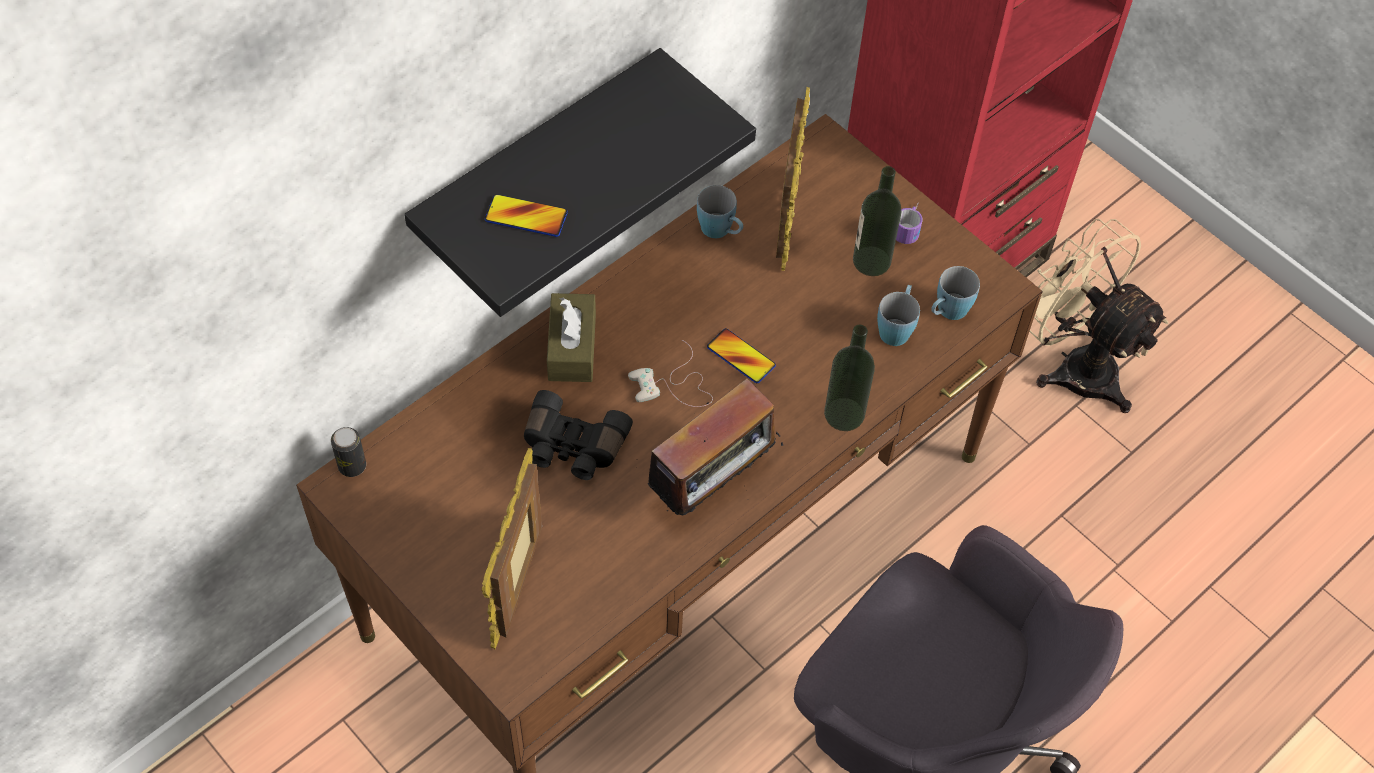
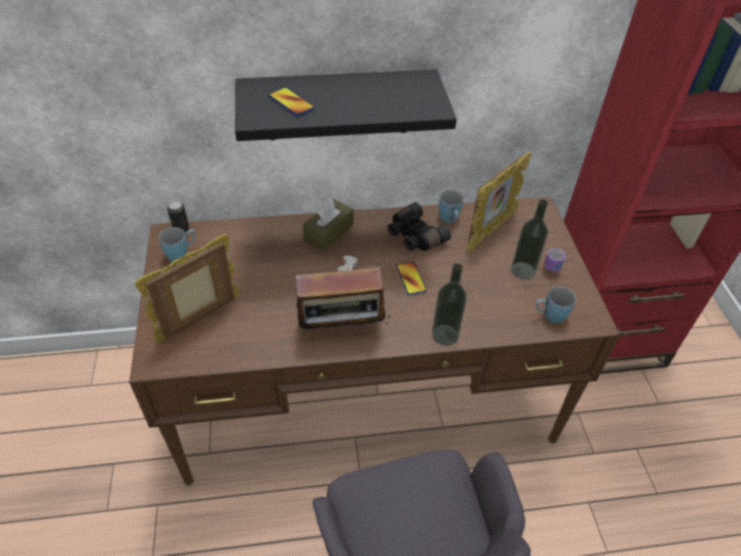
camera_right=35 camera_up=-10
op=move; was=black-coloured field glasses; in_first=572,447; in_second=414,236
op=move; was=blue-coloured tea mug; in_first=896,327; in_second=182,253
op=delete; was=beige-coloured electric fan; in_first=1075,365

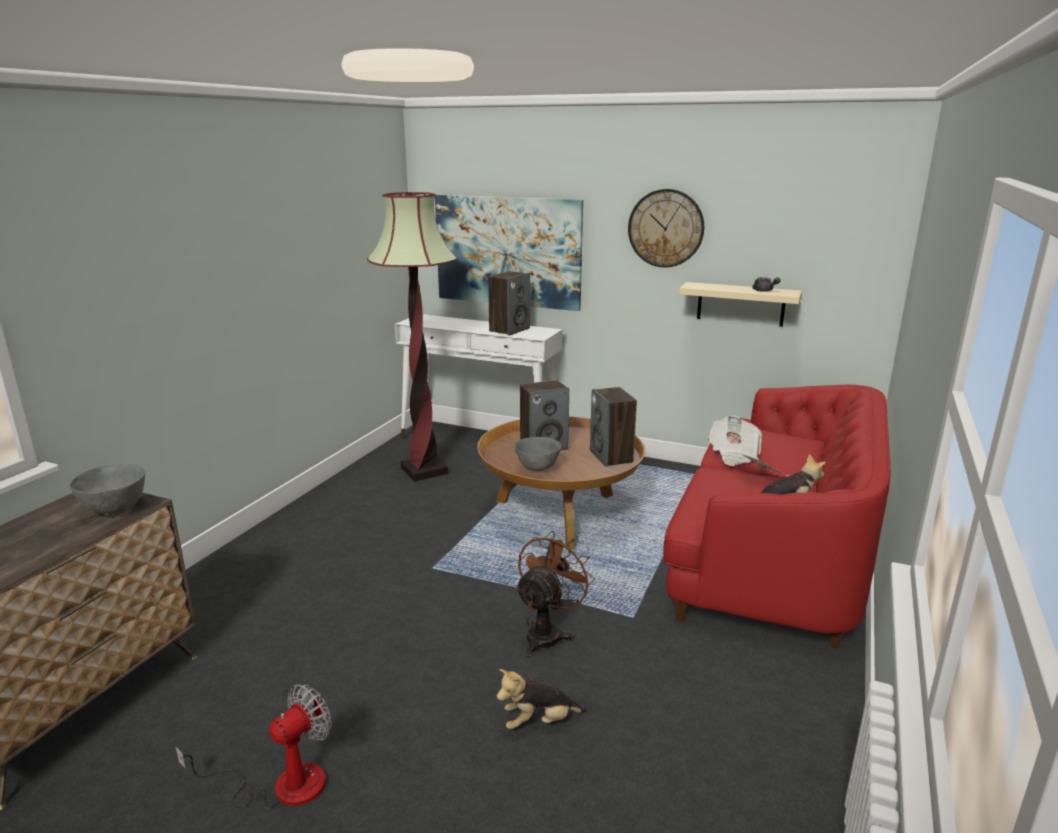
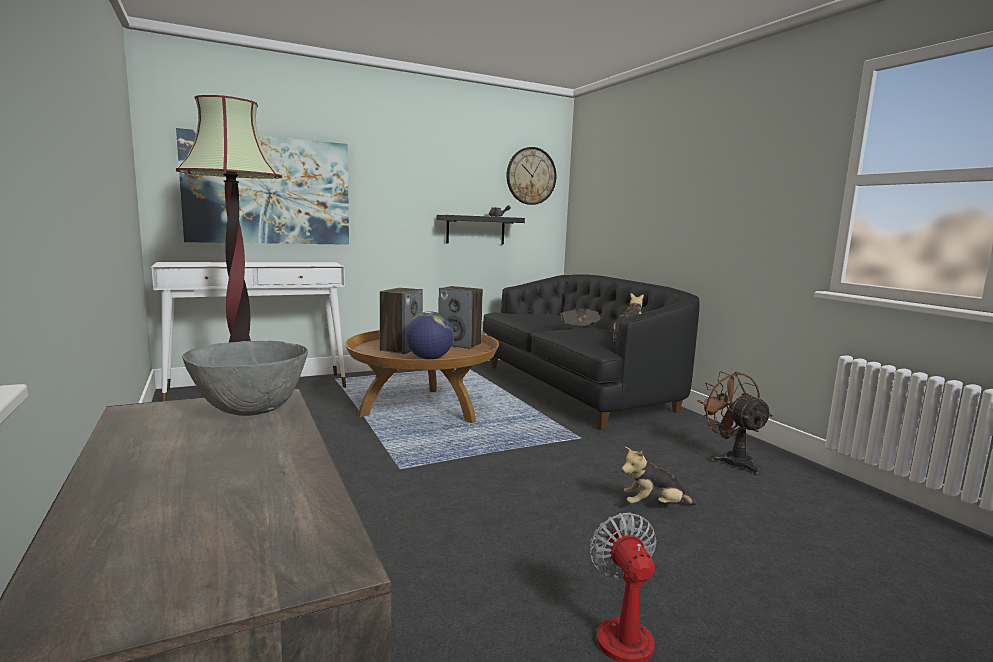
camera_right=-50 camera_up=-10
op=delete; was=speaker; in_first=509,330
op=rotate; was=soft toy; in_first=539,722; in_second=654,506; clockwise=60
op=replace; was=greyish serving bowl; now=globe; in_first=537,468; in_second=429,358
op=move; was=brown electric fan; in_first=547,633; in_second=731,460
op=move; was=wall clock; in_first=666,228; in_second=531,176
op=recolor; was=reddish sofa; now=black-coloured sofa; in_first=772,555; in_second=577,389
op=recolor; was=beige-coloured bracket shelf; now=black-coloured bracket shelf; in_first=740,304; in_second=475,230
op=delete; was=daily paper; in_first=733,454

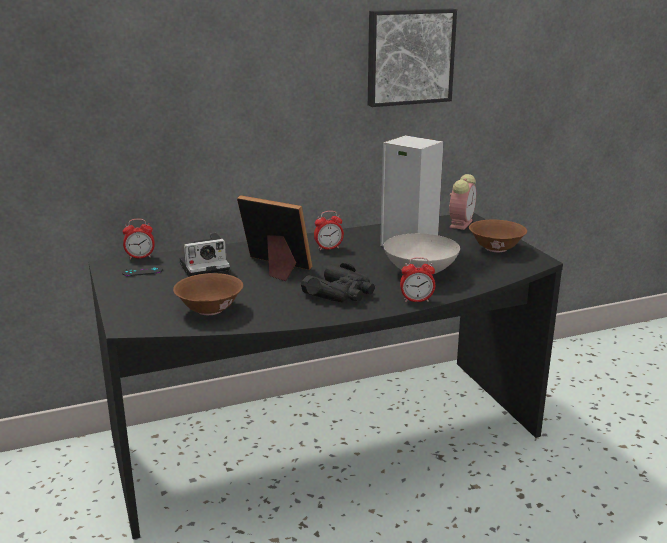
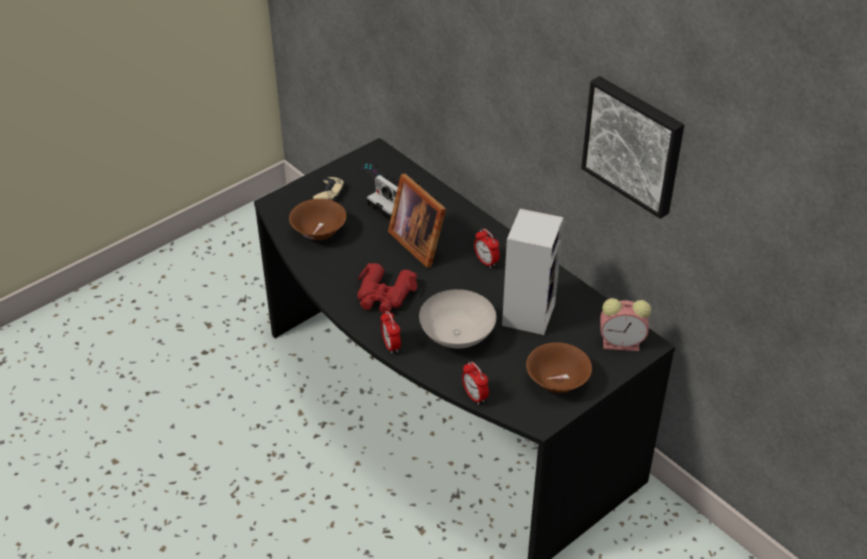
camera_right=70 camera_up=20
op=move; was=alarm clock; in_first=140,257; in_second=474,396
op=rotate; was=standing frame; in_first=275,268; in_second=419,242; clockwise=135
op=recolor; was=black-coloured field glasses; now=reddish field glasses; in_first=341,293; in_second=384,295
op=insert; now=beige-coloured game controller; in_second=329,193

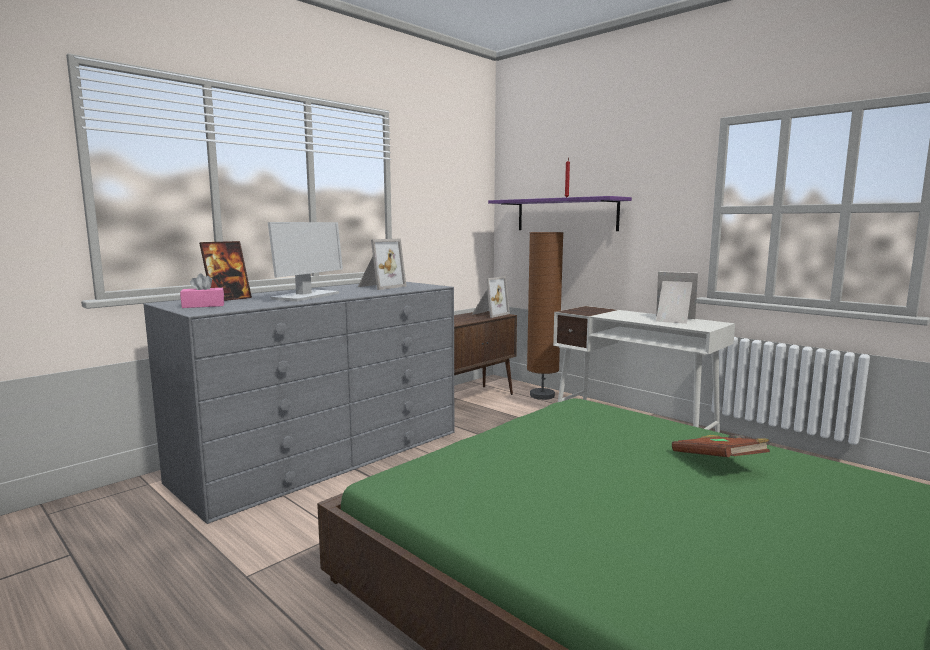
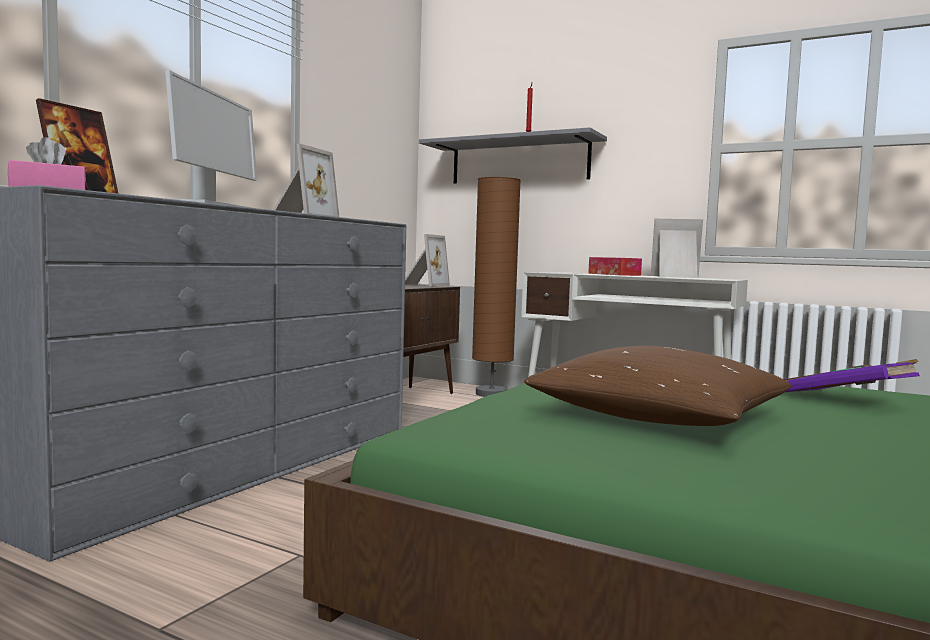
camera_right=-15 camera_up=-5
op=recolor; was=purple-coloured bracket shelf; now=greyish bracket shelf; in_first=566,215; in_second=519,161
op=recolor; was=brown book; now=purple-coloured book; in_first=718,462; in_second=846,400
op=insert; now=brown pillow; in_second=659,418
op=insert; now=box of tissues; in_second=614,274

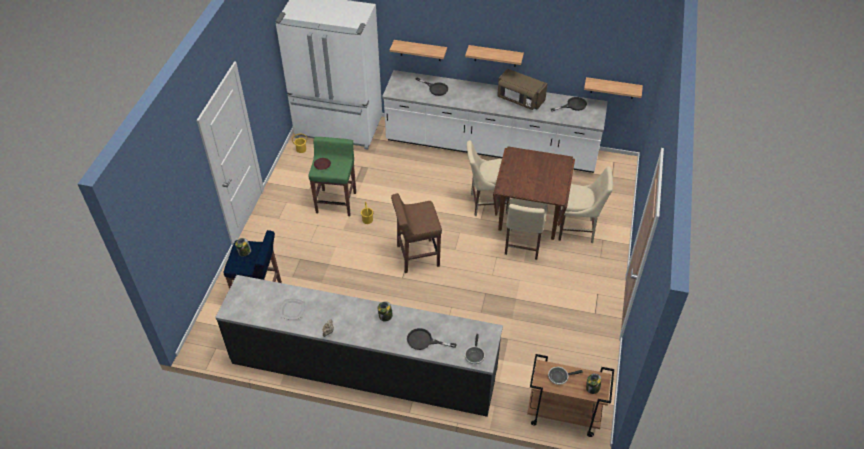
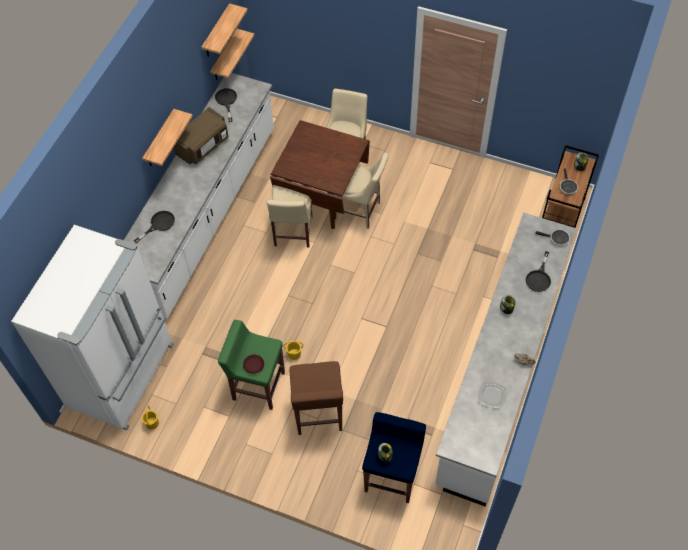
camera_right=-80 camera_up=10
op=recolor; was=black-coloured kitchen base unit; now=white kitchen base unit; in_first=363,367; in_second=500,373
op=move; was=bracket shelf; in_first=420,50; in_second=216,32
op=move; was=brown stool seat; in_first=417,256; in_second=318,414

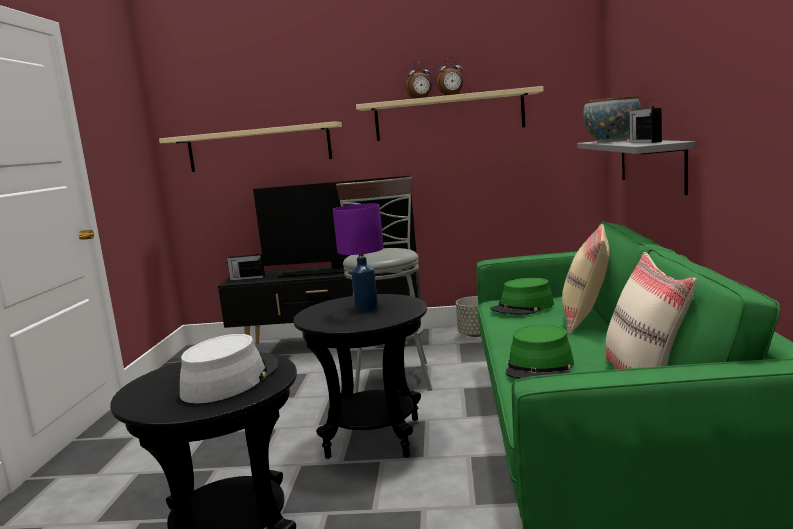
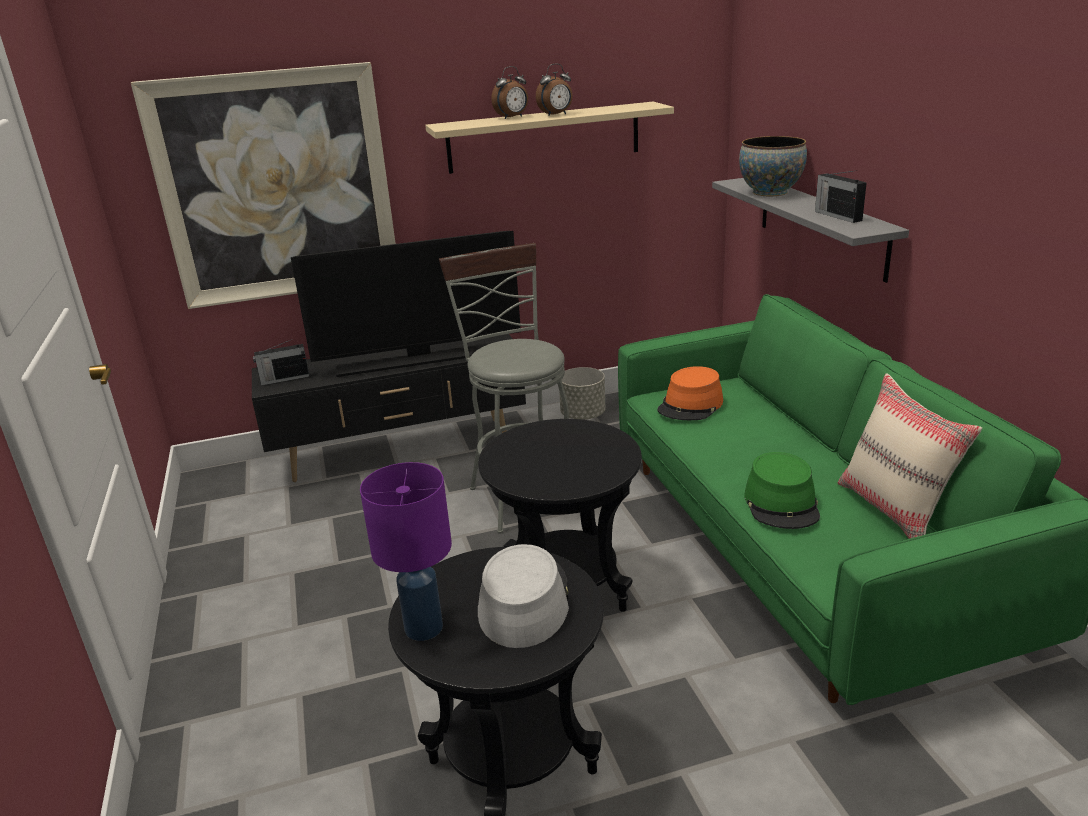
camera_right=-20 camera_up=15
op=replace; was=beige-coloured bracket shelf; now=wall art; in_first=259,147; in_second=276,187
op=move; was=purple-coloured tabletop lamp; in_first=366,307; in_second=423,627
op=recolor; was=green wearable hat; now=orange wearable hat; in_first=522,307; in_second=691,405
op=delete; was=beige-coloured pillow; in_first=587,319

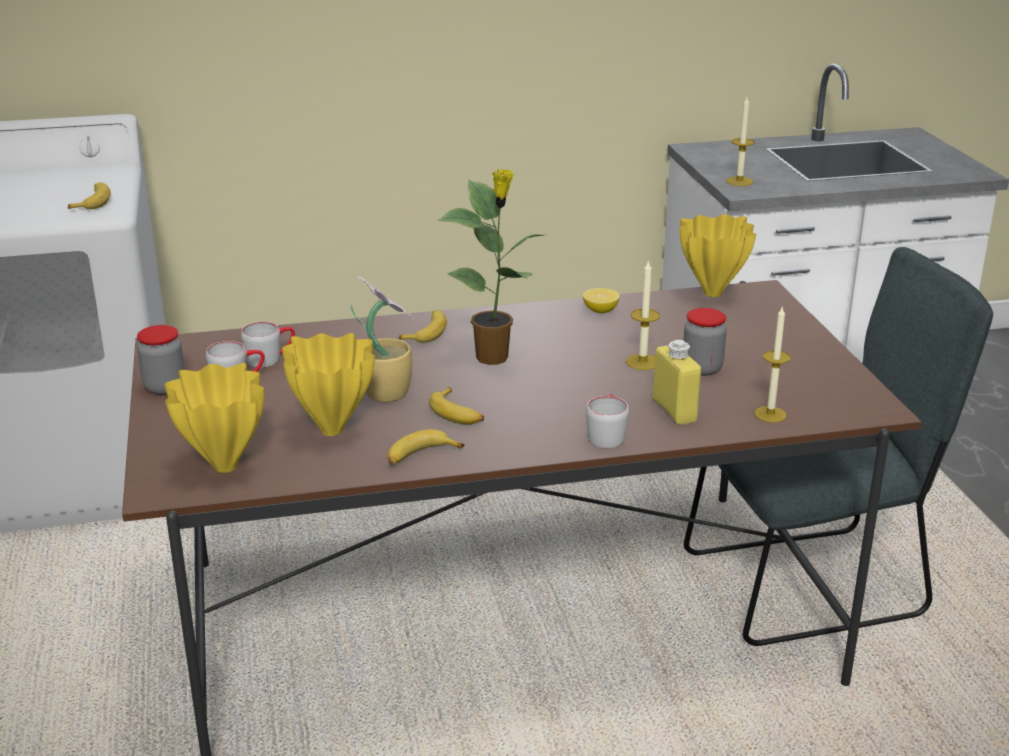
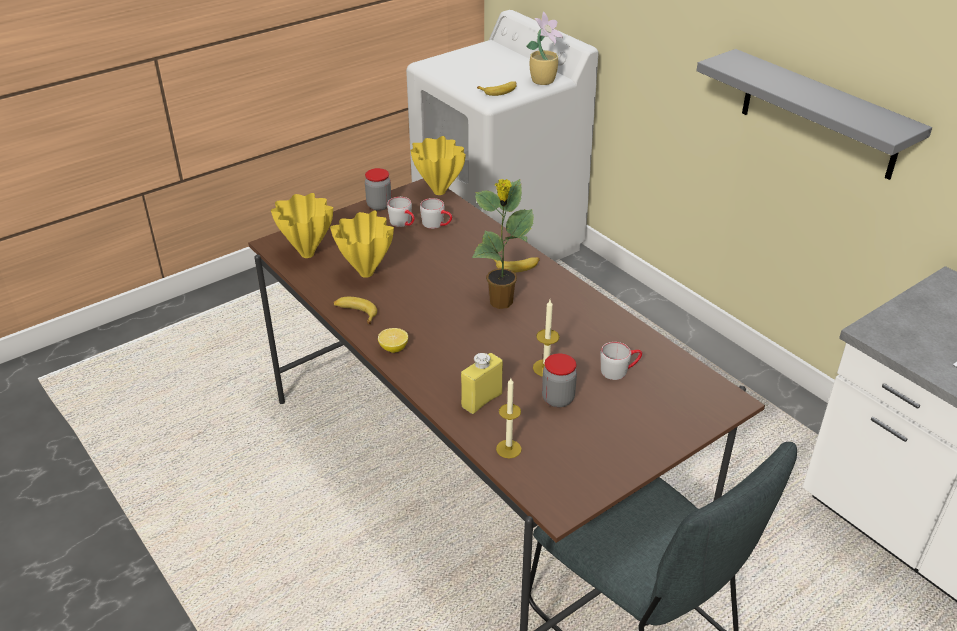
camera_right=65 camera_up=10
op=move; was=houseplant; in_first=386,392; in_second=544,80
op=delete; was=banana; in_first=458,413
op=move; was=lemon; in_first=600,311; in_second=393,348
op=move; was=greyish tea mug; in_first=606,434; in_second=619,370
op=move; was=yellowish decorative vase; in_first=711,294; in_second=438,192
op=delete; was=candle; in_first=739,181
op=insert; now=greyish bracket shelf; in_second=819,115

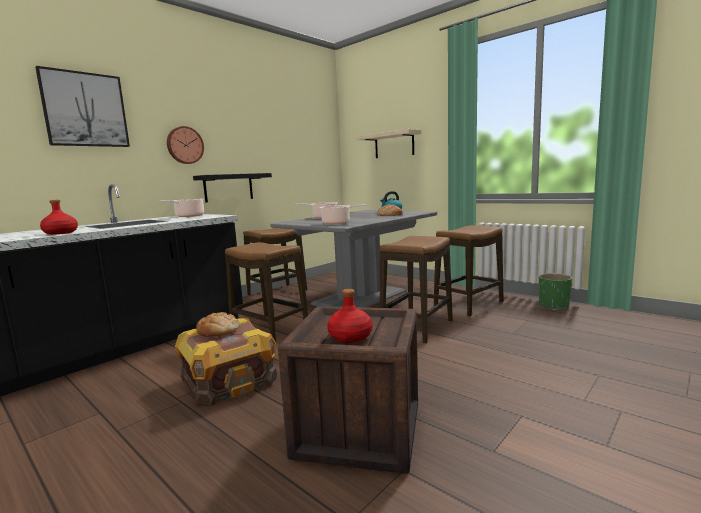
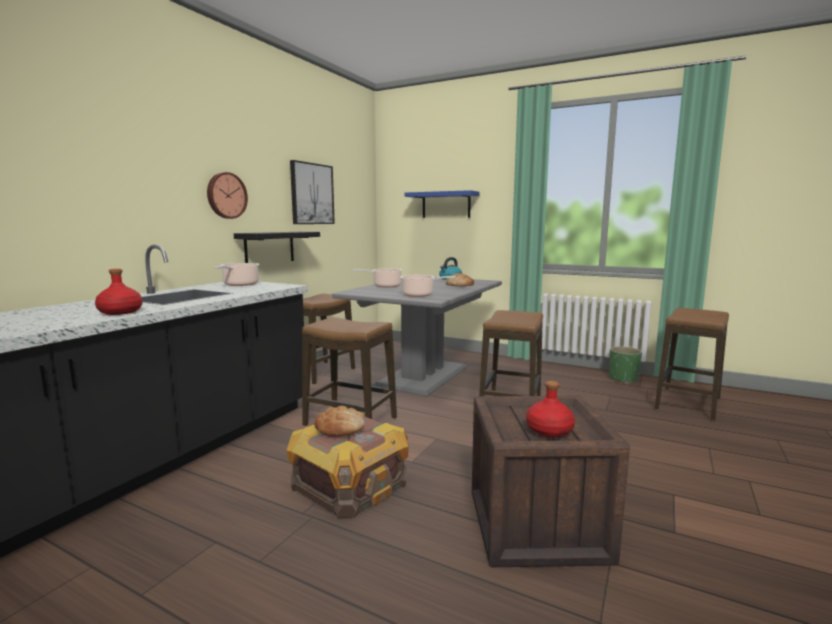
camera_right=-15 camera_up=0
op=move; was=wall art; in_first=85,110; in_second=311,194
op=recolor; was=beige-coloured bracket shelf; now=blue-coloured bracket shelf; in_first=394,145; in_second=446,205
op=move; was=stool seat; in_first=468,305; in_second=688,404

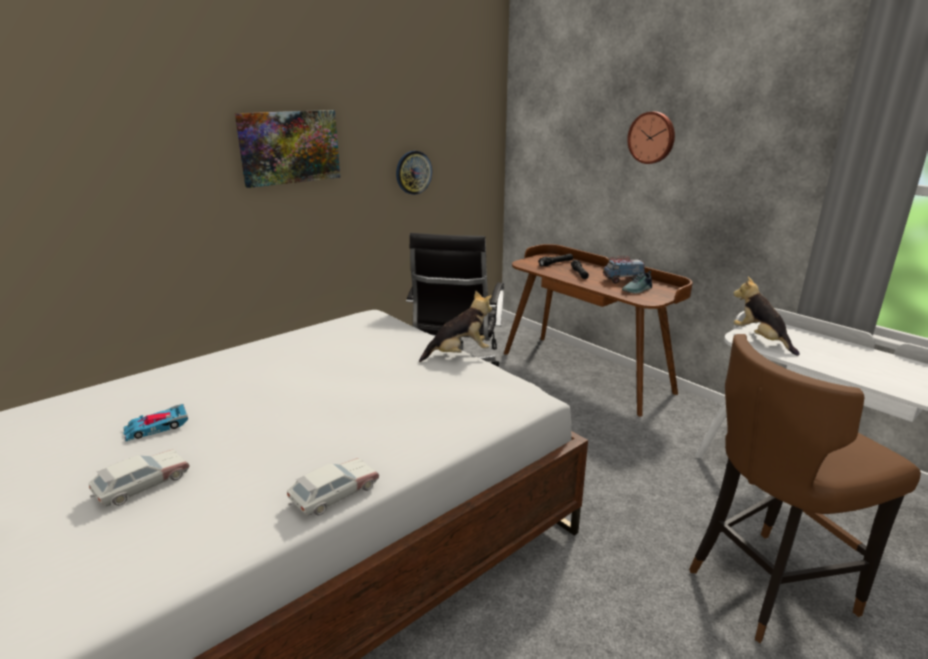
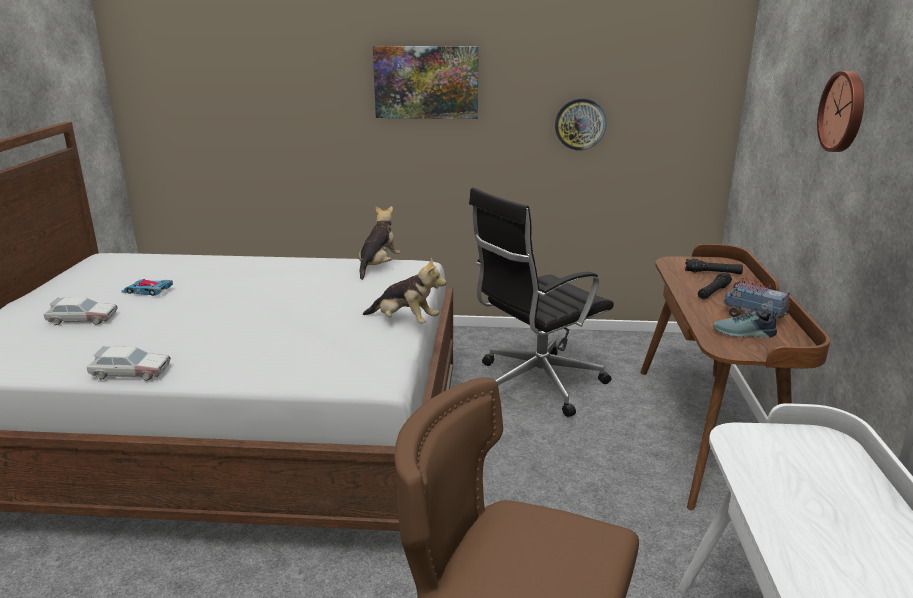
camera_right=45 camera_up=0
op=move; was=soft toy; in_first=760,340; in_second=378,266

